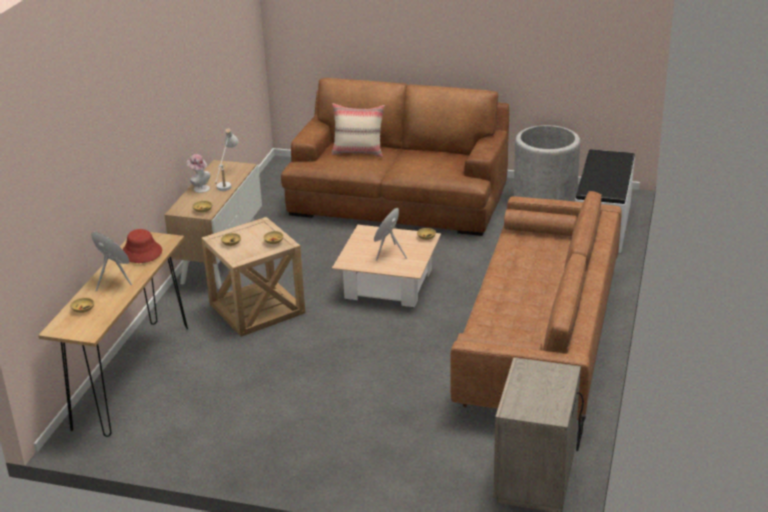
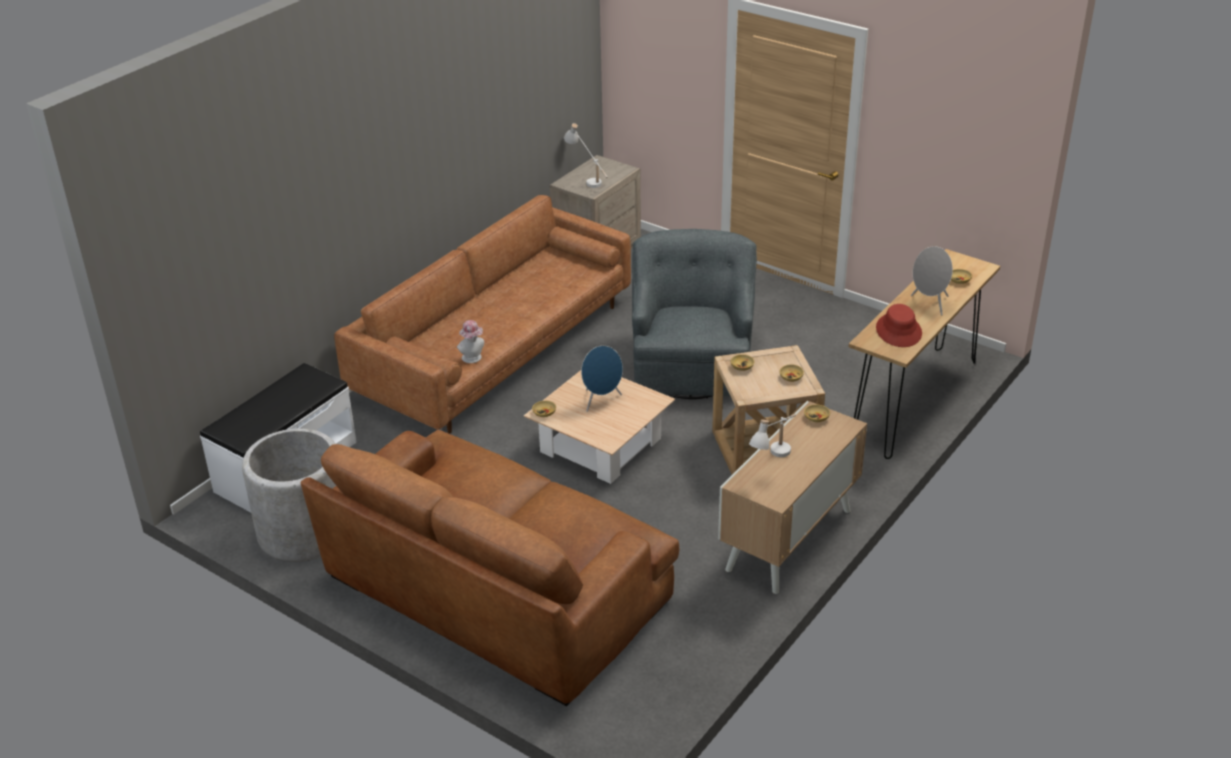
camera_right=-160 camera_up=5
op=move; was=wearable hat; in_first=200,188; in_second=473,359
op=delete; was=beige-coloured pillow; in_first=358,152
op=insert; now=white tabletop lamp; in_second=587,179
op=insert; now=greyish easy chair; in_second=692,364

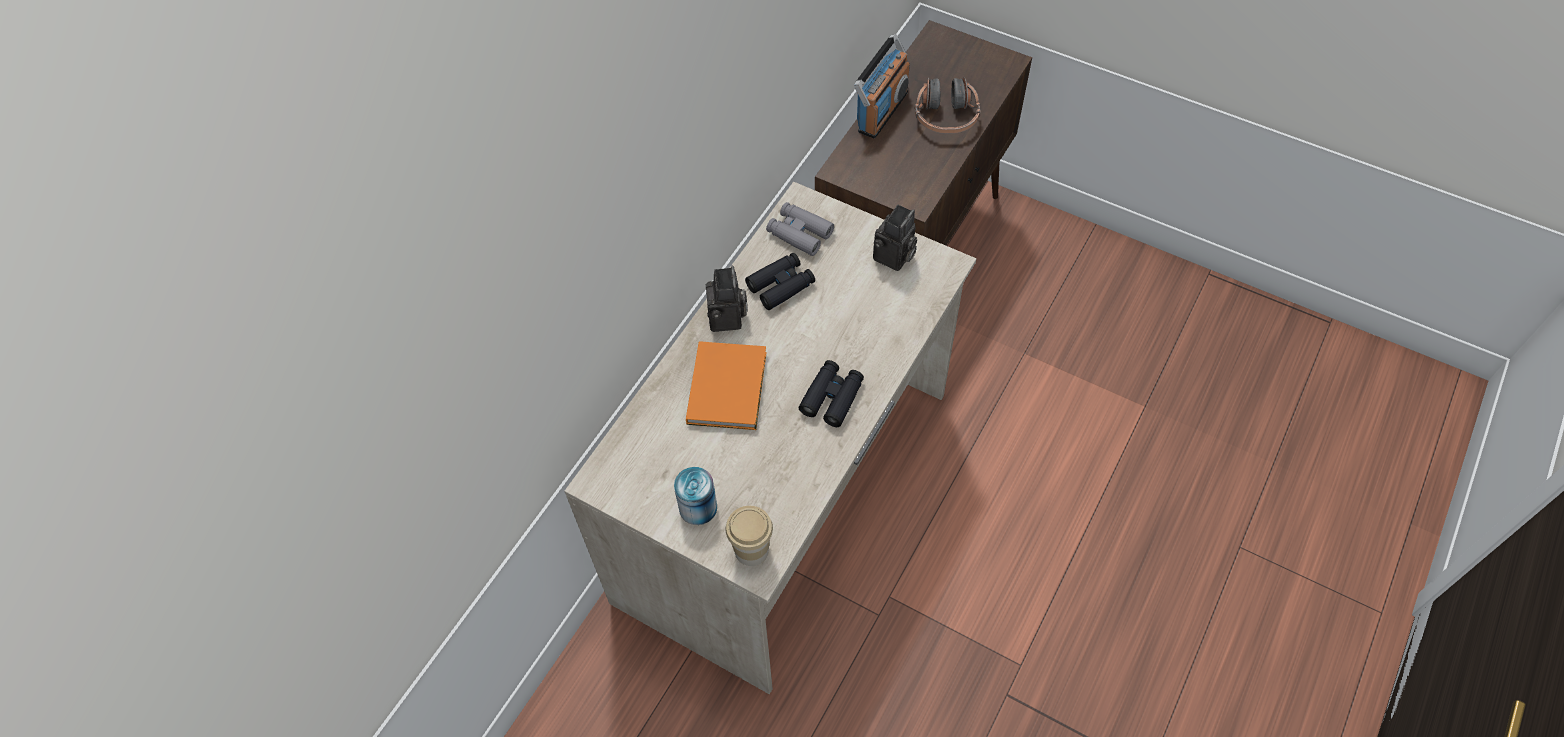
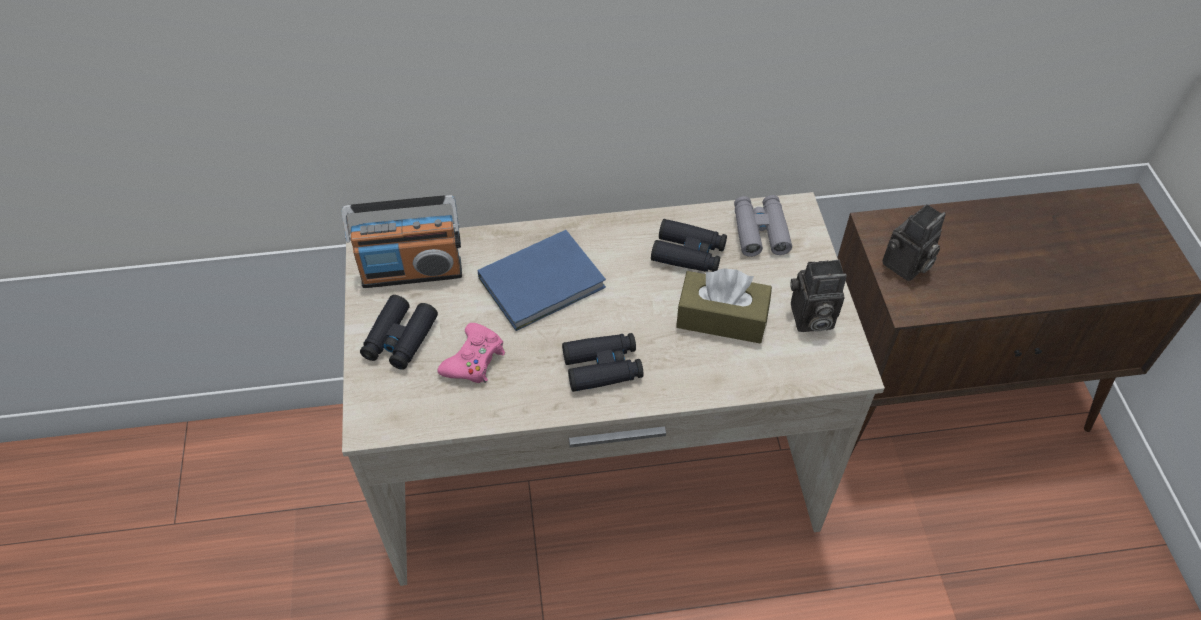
camera_right=50 camera_up=-5
op=replace; was=sealed can; now=black-coloured field glasses; in_first=698,507; in_second=400,339
op=recolor; was=orange book; now=blue-coloured book; in_first=729,385; in_second=545,282
op=move; was=photo camera; in_first=728,319; in_second=906,266
op=delete; was=cup; in_first=751,550
op=move; was=radio; in_first=881,111; in_second=412,272
op=delete; was=headset; in_first=945,117
op=insert; now=pinkish game controller; in_second=474,360
op=insert; now=brown box of tissues; in_second=721,318

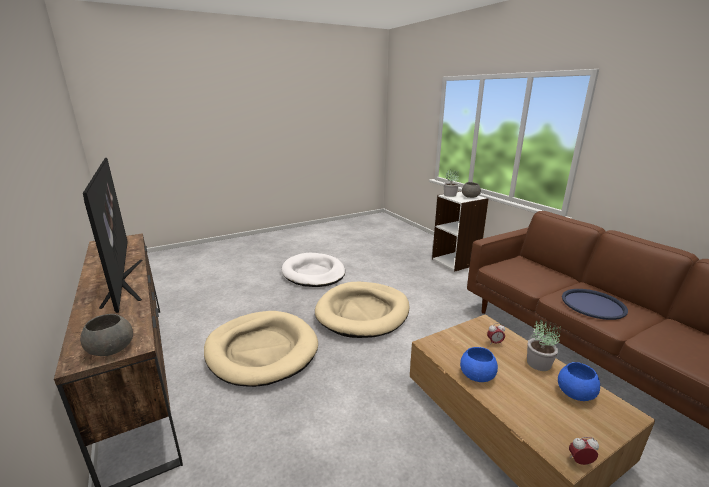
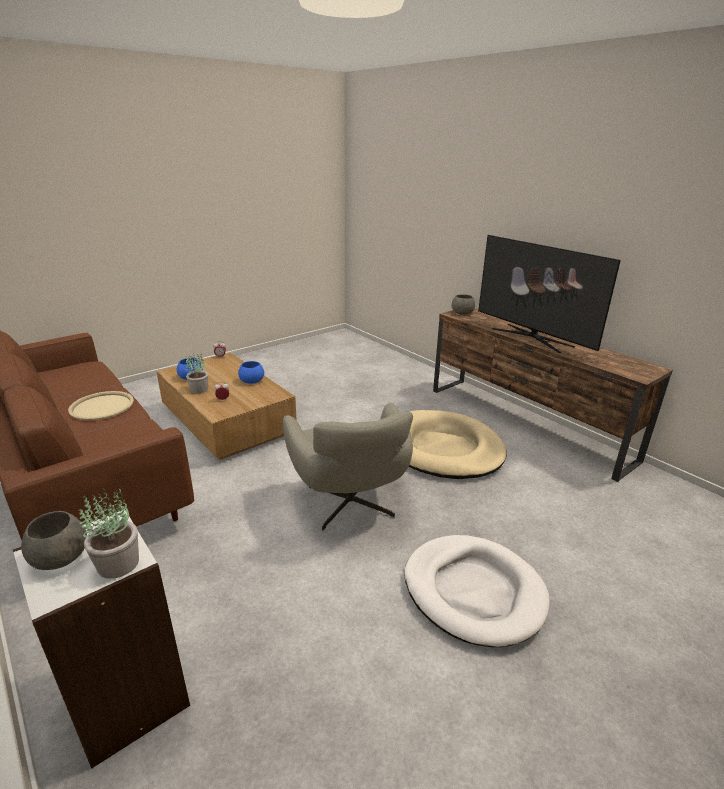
camera_right=170 camera_up=5
op=replace; was=beige-coloured pet bed; now=greyish easy chair; in_first=363,312; in_second=351,504
op=recolor; was=blue-coloured serving tray; now=beige-coloured serving tray; in_first=593,304; in_second=102,406

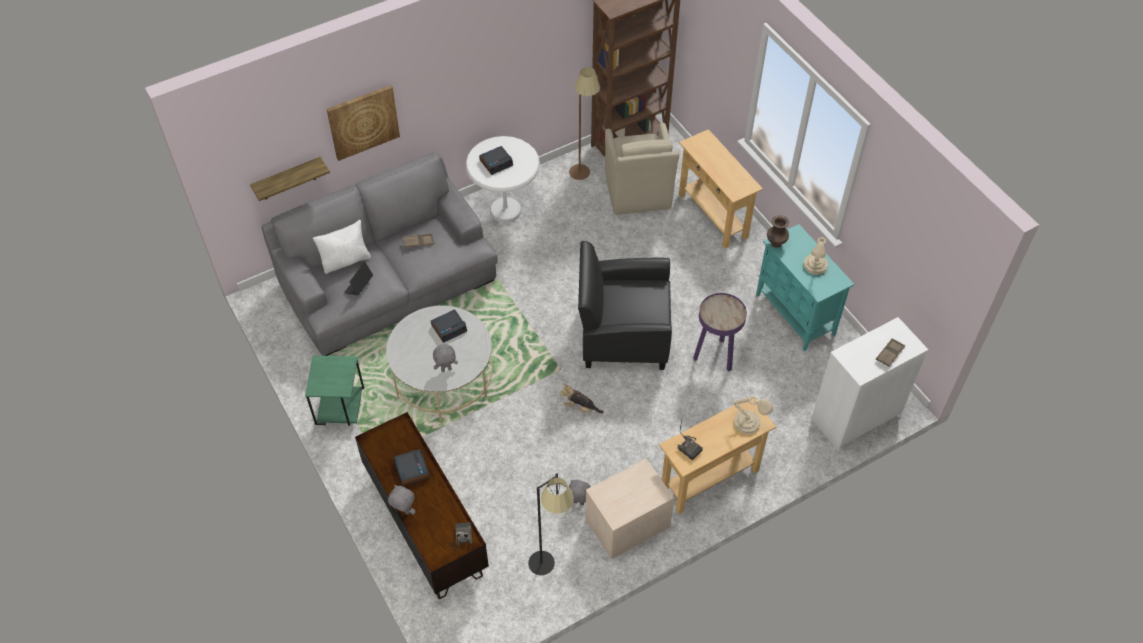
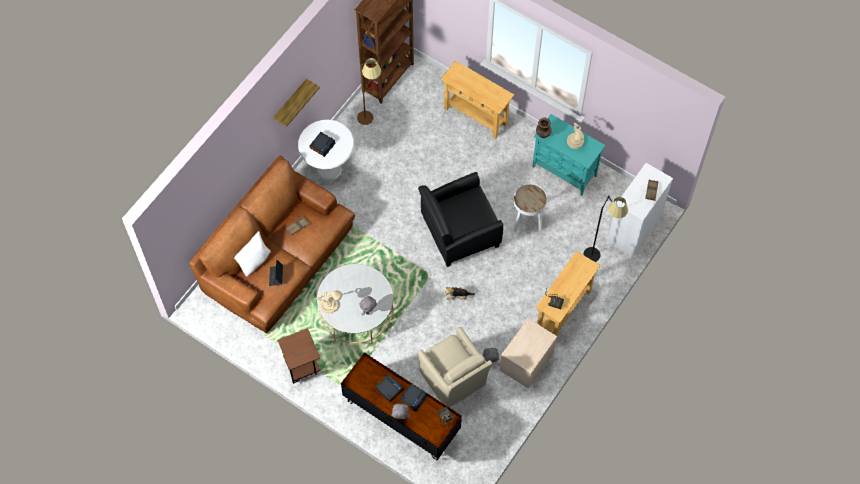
camera_right=-25 camera_up=10
op=move; was=bracket shelf; in_first=288,179; in_second=290,103
op=recolor; was=greyish sofa; now=brown sofa; in_first=387,280; in_second=277,258
op=recolor; was=green end table; now=brown end table; in_first=340,411; in_second=301,366
op=delete; was=wall art; in_first=363,122
op=move; was=alarm clock; in_first=449,328; in_second=413,398
op=move; was=black-coloured standard lamp; in_first=551,569; in_second=599,256
op=move; was=beige-coloured easy chair; in_first=637,193; in_second=453,380
op=recolor; was=purple-coloured end table; now=white end table; in_first=715,357; in_second=527,223
op=move; was=beige-coloured tabletop lamp; in_first=749,424; in_second=330,305

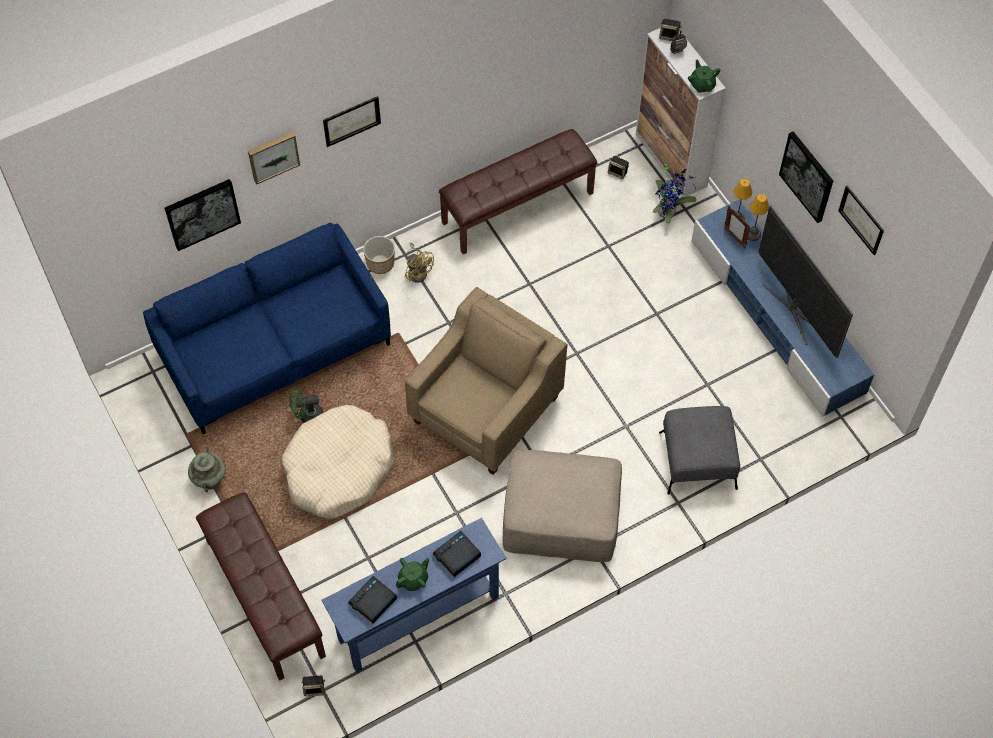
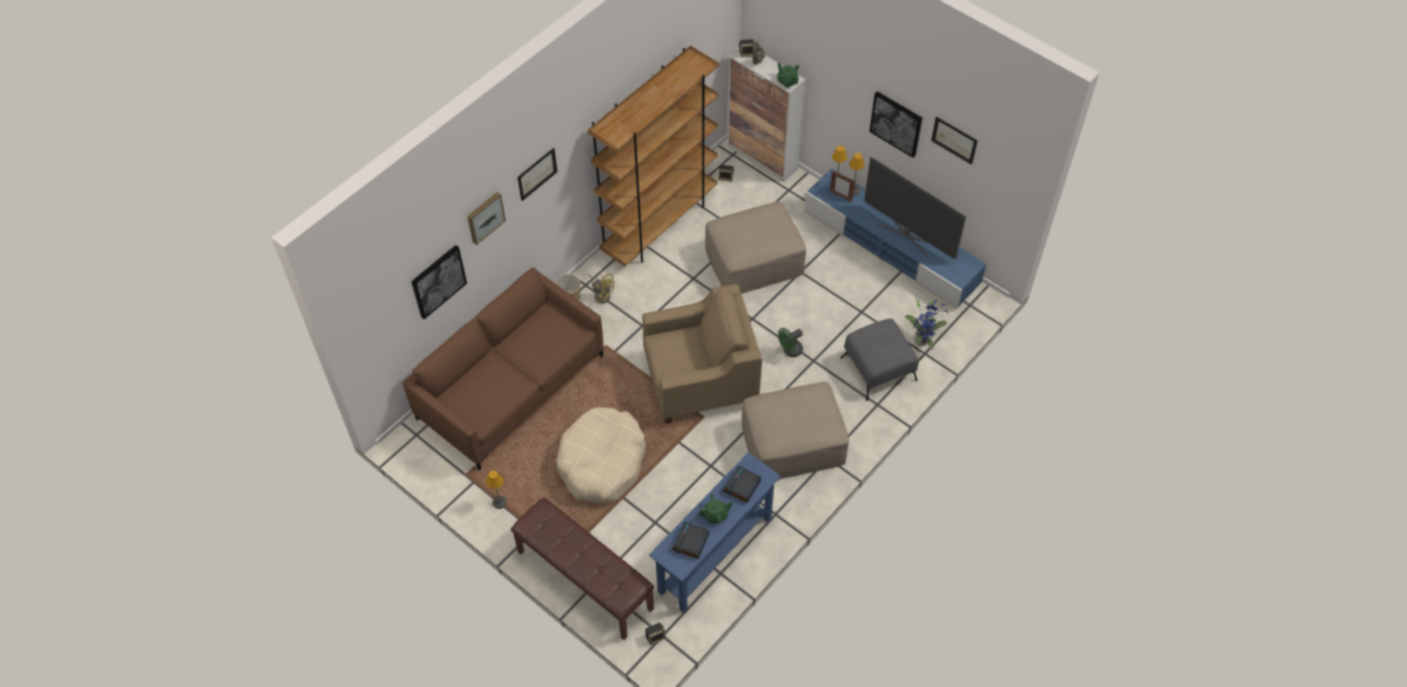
camera_right=-20 camera_up=-5
op=recolor; was=blue-coloured sofa; now=brown sofa; in_first=275,349; in_second=511,387
op=replace; was=turquoise-coloured decorative vase; now=tabletop lamp; in_first=209,478; in_second=499,502
op=move; was=green electric fan; in_first=307,416; in_second=790,351
op=rotate; was=green pot for tea; in_first=413,579; in_second=715,515; clockwise=45
op=rotate; was=beige-coloured easy chair; in_first=486,410; in_second=701,381; clockwise=60
op=replace; was=brown long seat; now=brown shelving unit; in_first=517,207; in_second=659,224
op=move; was=houseplant; in_first=668,211; in_second=923,339
op=insert; now=beige-coloured ottoman; in_second=754,261

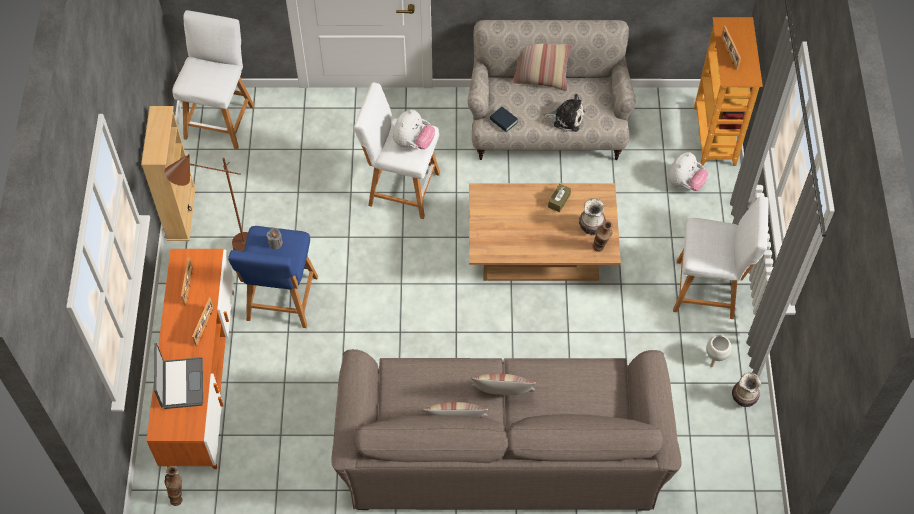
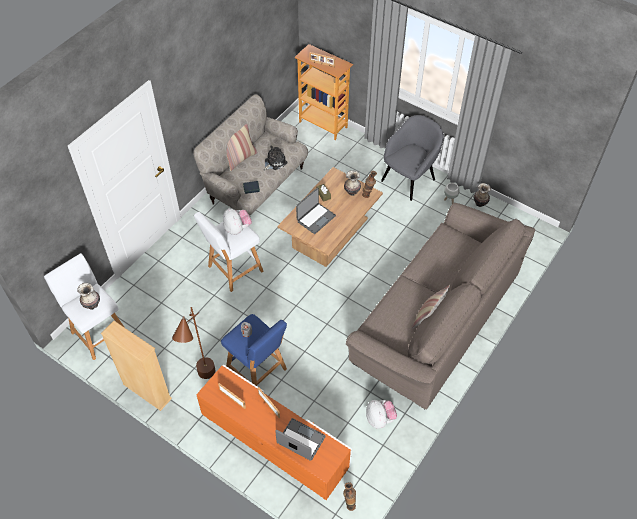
camera_right=-55 camera_up=-5
op=delete; was=pillow; in_first=502,396
op=move; was=soft toy; in_first=684,183; in_second=380,419
op=replace; was=white stool seat; now=greyish easy chair; in_first=709,290; in_second=409,179
op=insert; now=decorative vase; in_second=92,304
op=insert; now=laptop; in_second=315,218

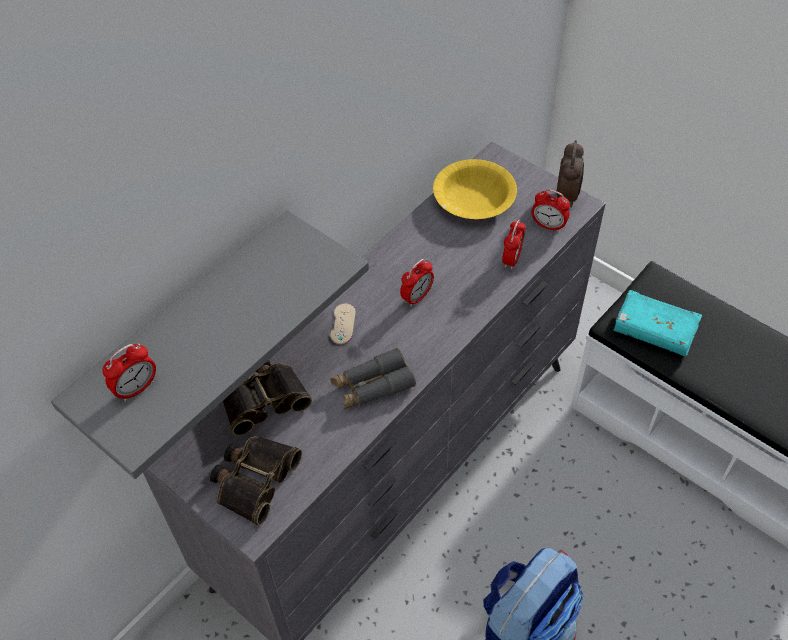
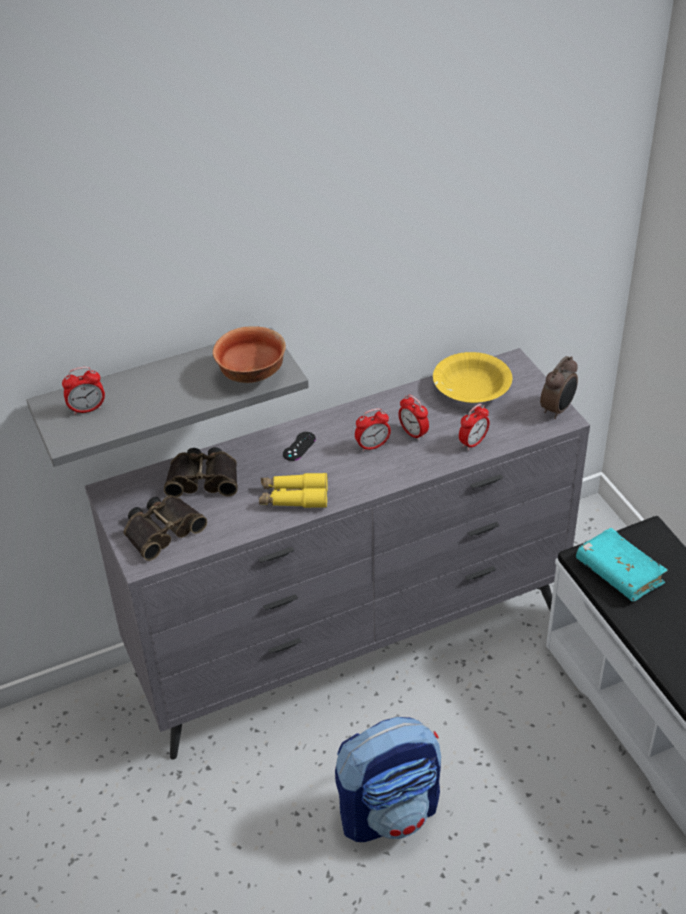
camera_right=25 camera_up=-10
op=recolor; was=beige-coloured game controller; now=black-coloured game controller; in_first=343,324; in_second=299,446
op=recolor; was=greyish field glasses; now=yellowish field glasses; in_first=372,386; in_second=293,497
op=move; was=alarm clock; in_first=548,226; in_second=413,433
op=insert; now=serving bowl; in_second=252,375

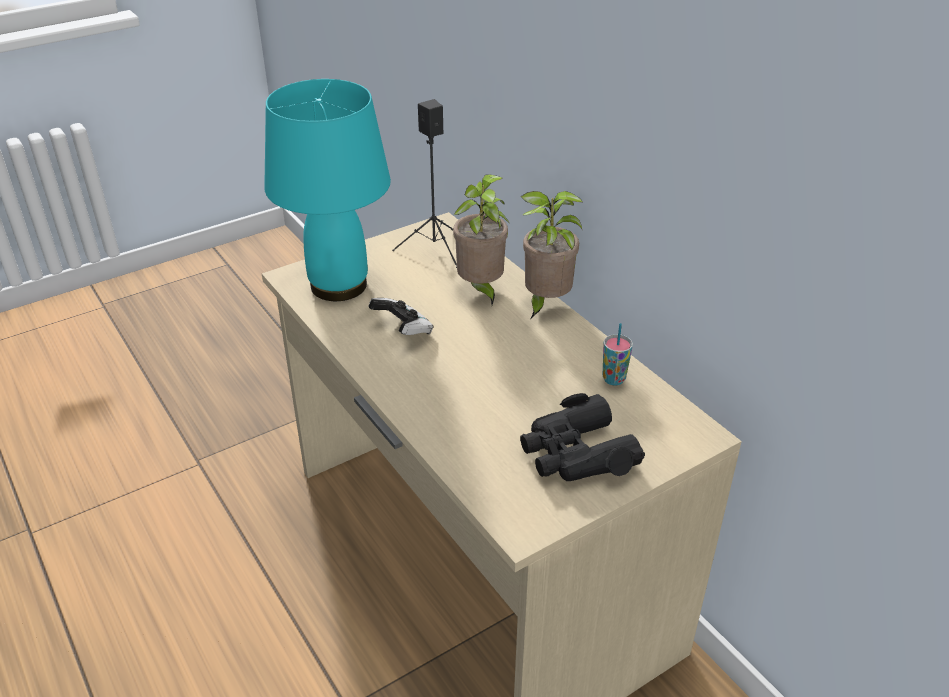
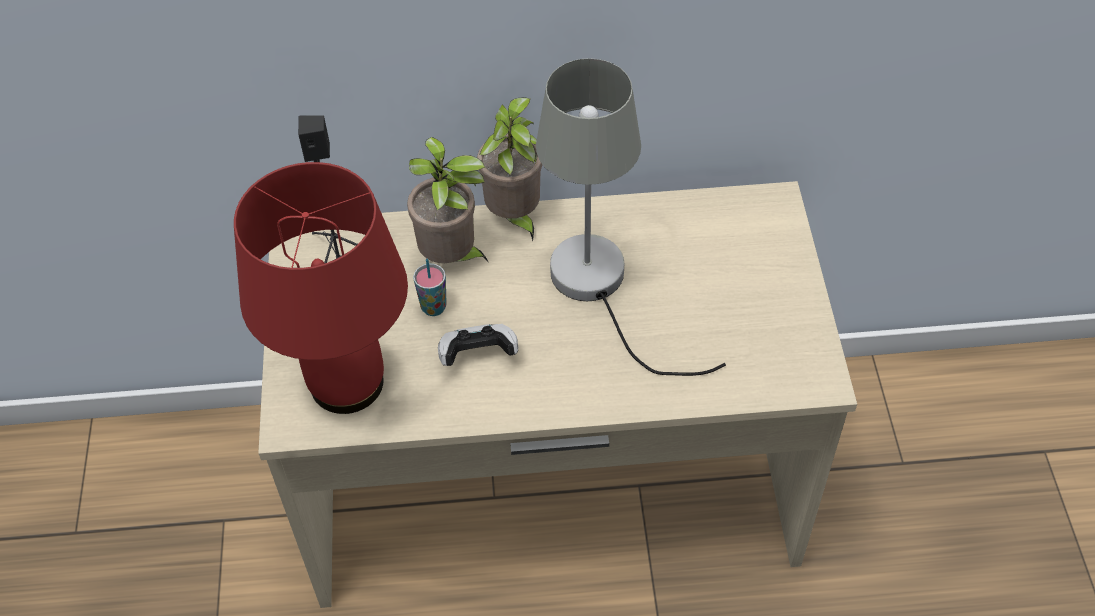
camera_right=-60 camera_up=15
op=recolor; was=turquoise-coloured tabletop lamp; now=reddish tabletop lamp; in_first=338,284; in_second=345,383
op=delete; was=black-coloured field glasses; in_first=576,453
op=move; was=cup; in_first=613,379; in_second=433,307
op=insert; now=greyish tabletop lamp; in_second=600,288

